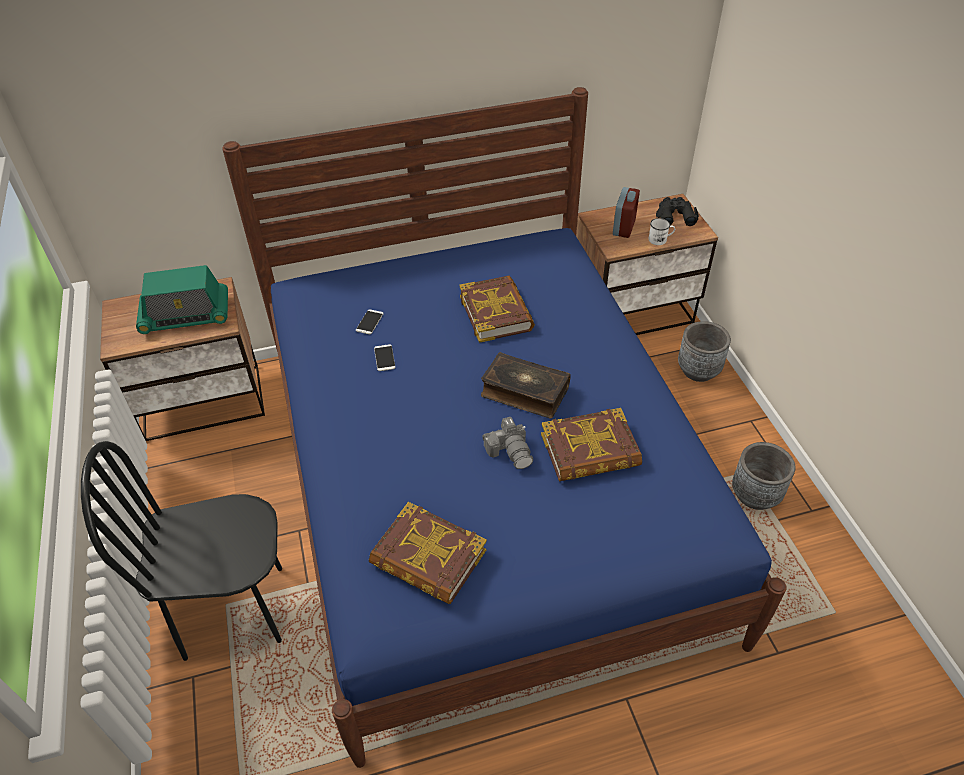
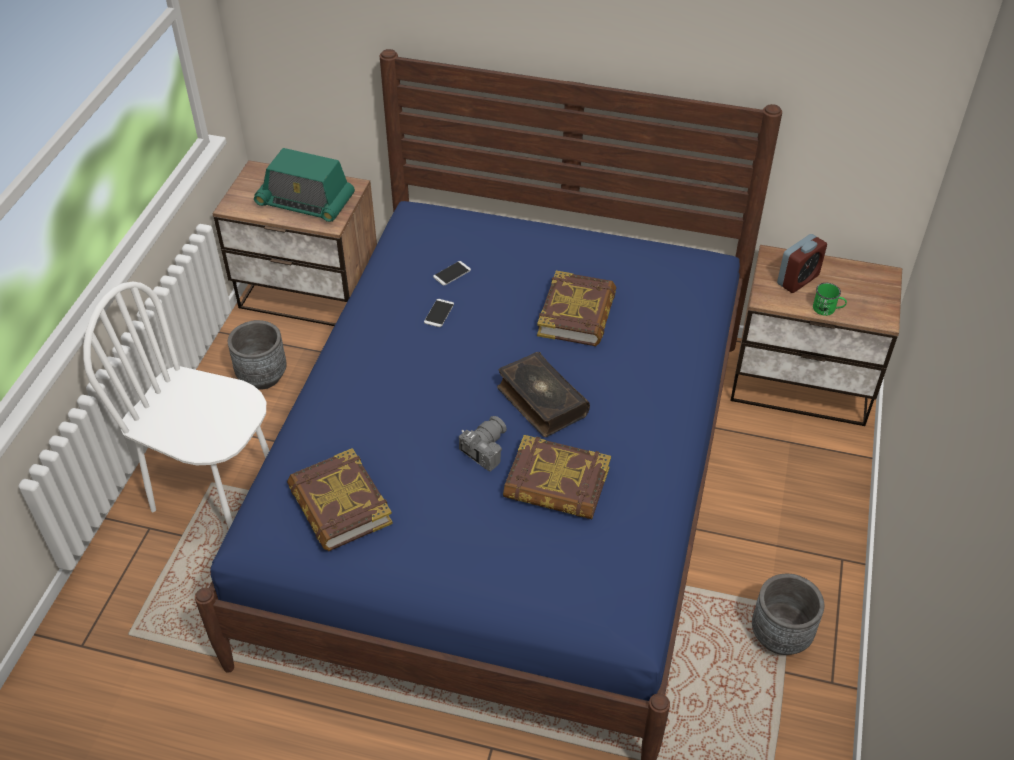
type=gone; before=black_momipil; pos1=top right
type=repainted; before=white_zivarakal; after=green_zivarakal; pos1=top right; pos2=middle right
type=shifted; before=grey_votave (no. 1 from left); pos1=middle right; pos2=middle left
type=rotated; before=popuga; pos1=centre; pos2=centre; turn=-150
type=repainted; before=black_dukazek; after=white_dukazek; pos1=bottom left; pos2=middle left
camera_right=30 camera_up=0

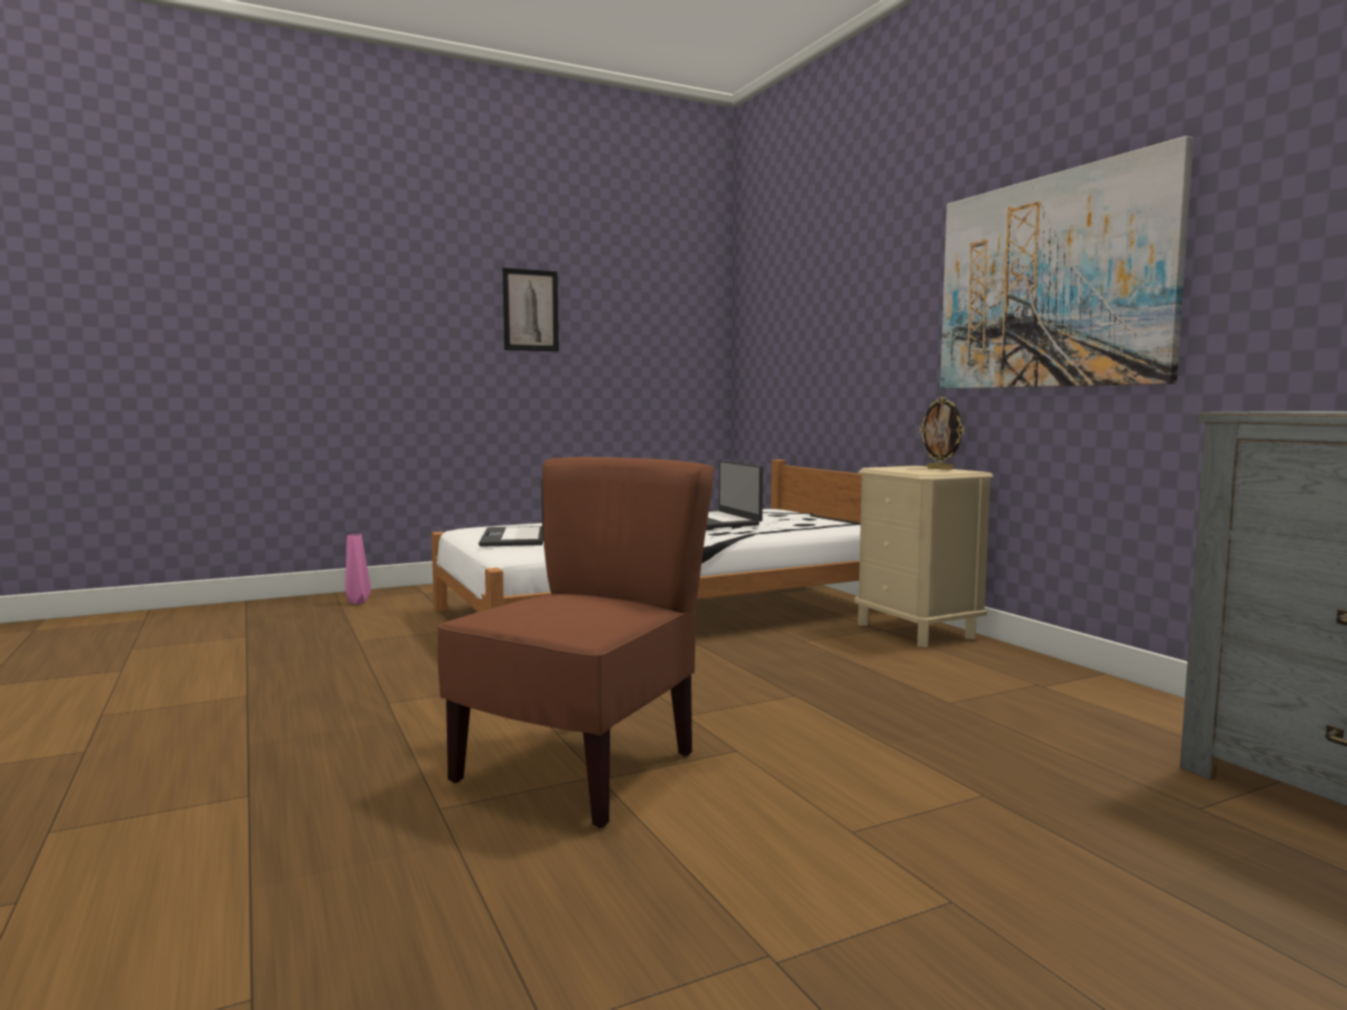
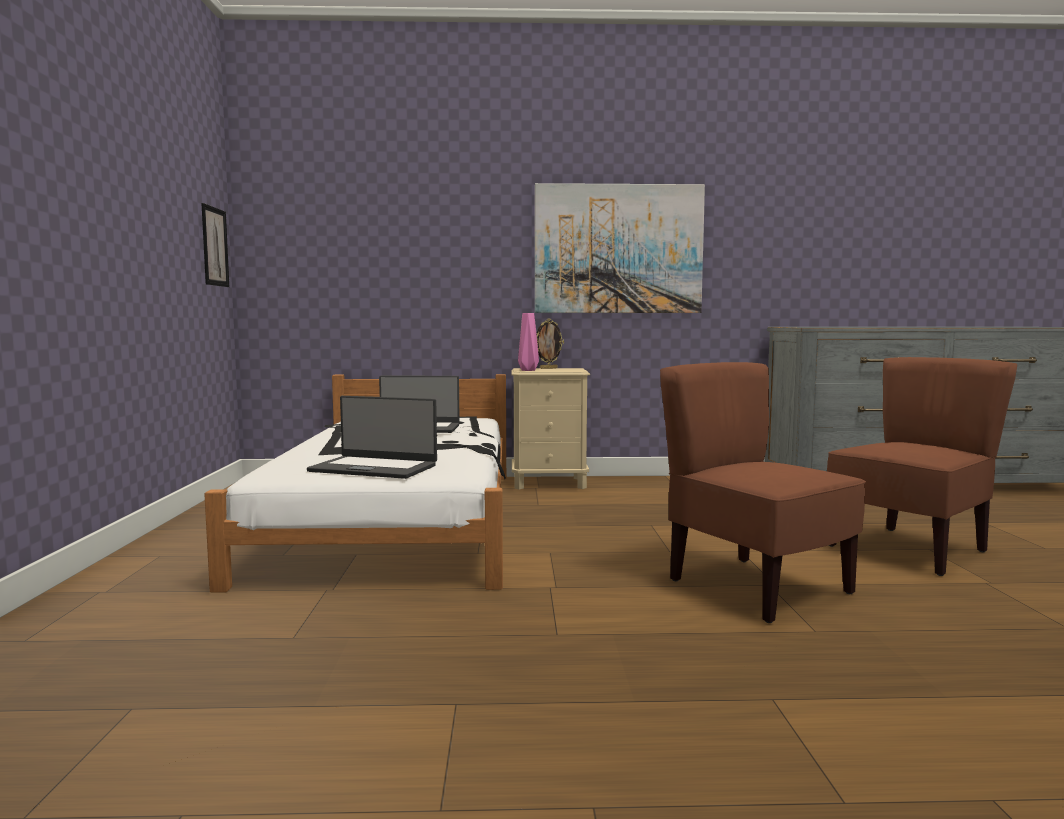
type=shifted; before=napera (no. 1 from left); pos1=top centre; pos2=top left
type=shifted; before=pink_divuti; pos1=middle left; pos2=centre
type=new; after=brown_dukazek (no. 2 from left); pos2=middle right
camera_right=-65 camera_up=0

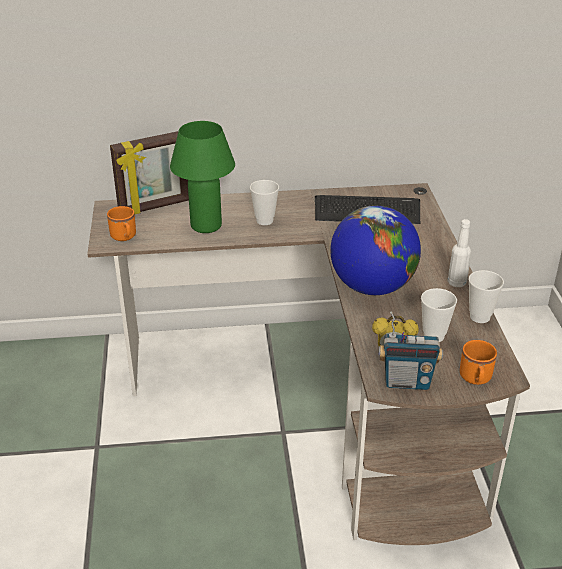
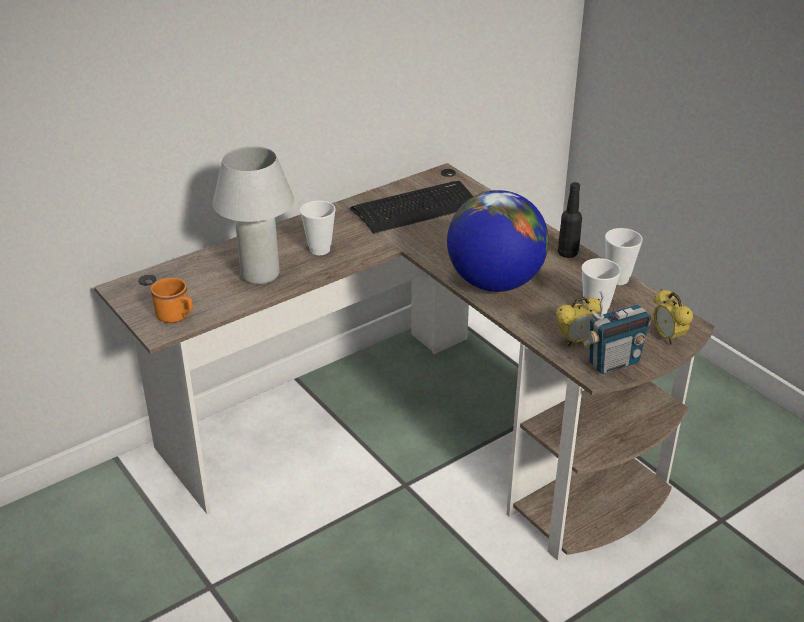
type=repainted; before=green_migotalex; after=white_migotalex; pos1=top centre; pos2=middle left
type=gone; before=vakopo; pos1=top left
type=repainted; before=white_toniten; after=black_toniten; pos1=middle right; pos2=middle right
type=swapped; before=orange_zivarakal (no. 2 from left); after=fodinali (no. 2 from left); pos1=middle right; pos2=middle right
camera_right=-30 camera_up=0

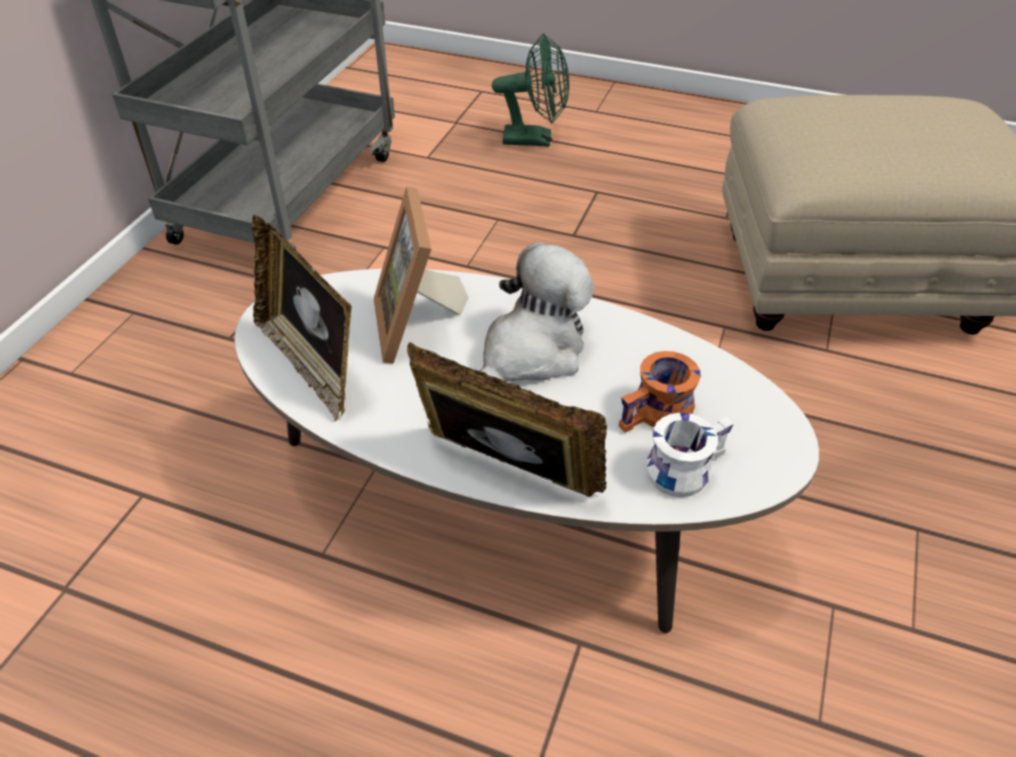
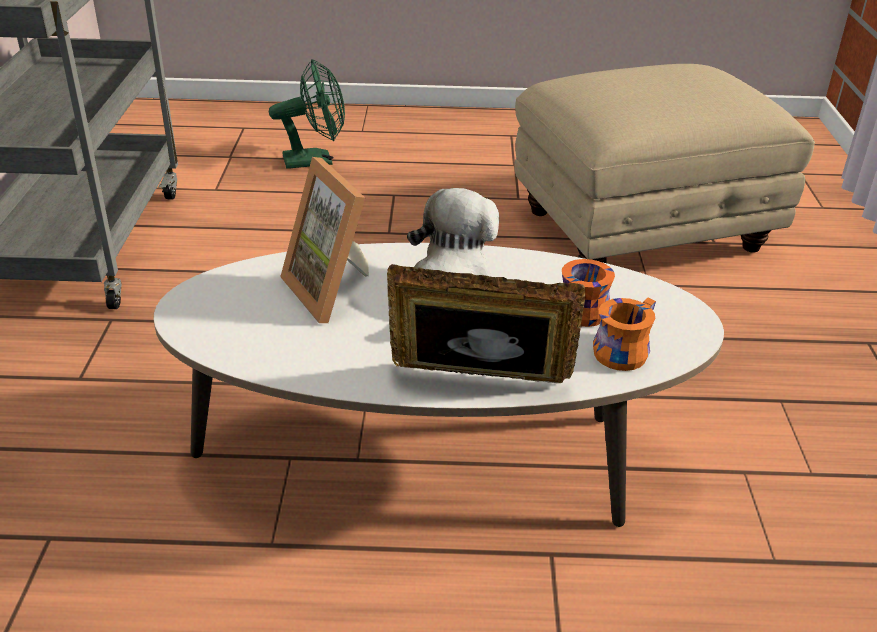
type=gone; before=vakopo (no. 1 from left); pos1=middle left
type=repainted; before=white_zivarakal; after=orange_zivarakal (no. 2 from left); pos1=middle right; pos2=middle right
camera_right=-20 camera_up=-10

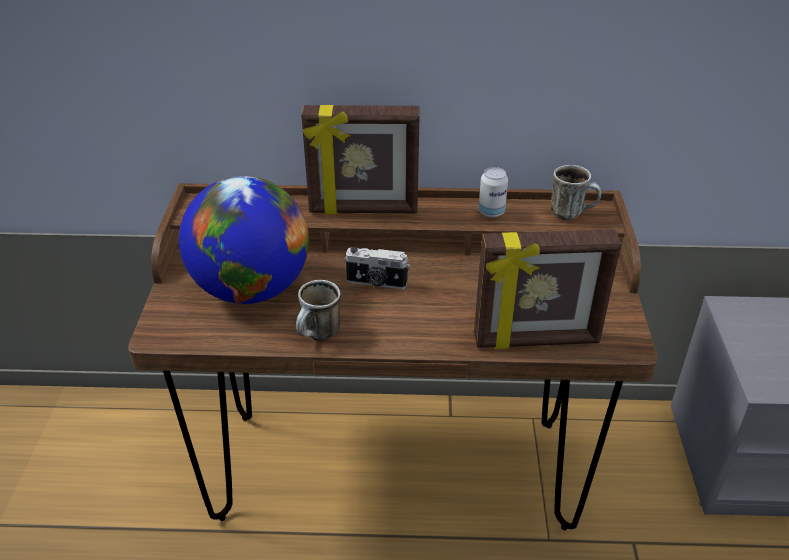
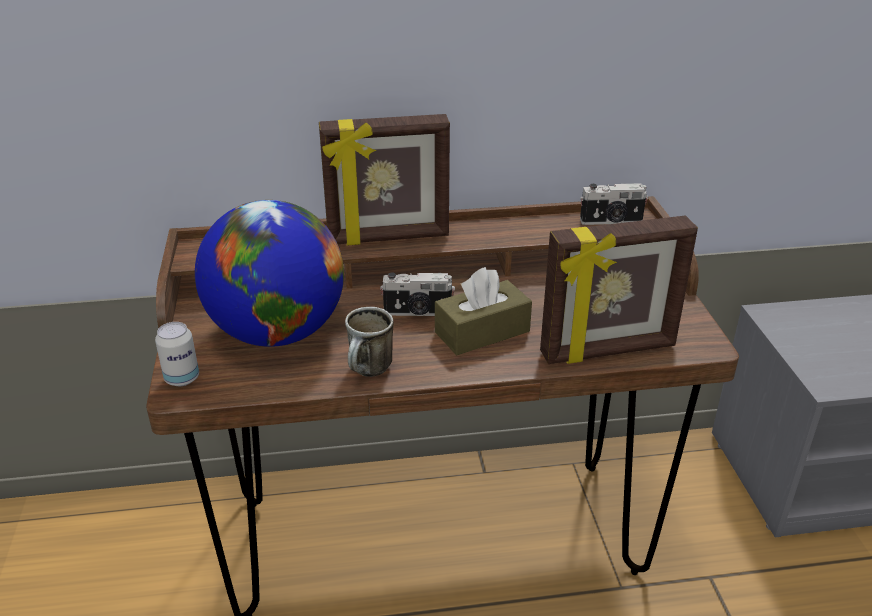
type=swapped; before=zivarakal (no. 2 from left); after=popuga (no. 2 from left); pos1=middle right; pos2=top right
type=shifted; before=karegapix; pos1=centre; pos2=middle left
type=new; after=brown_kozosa; pos2=centre
camera_right=-10 camera_up=-5

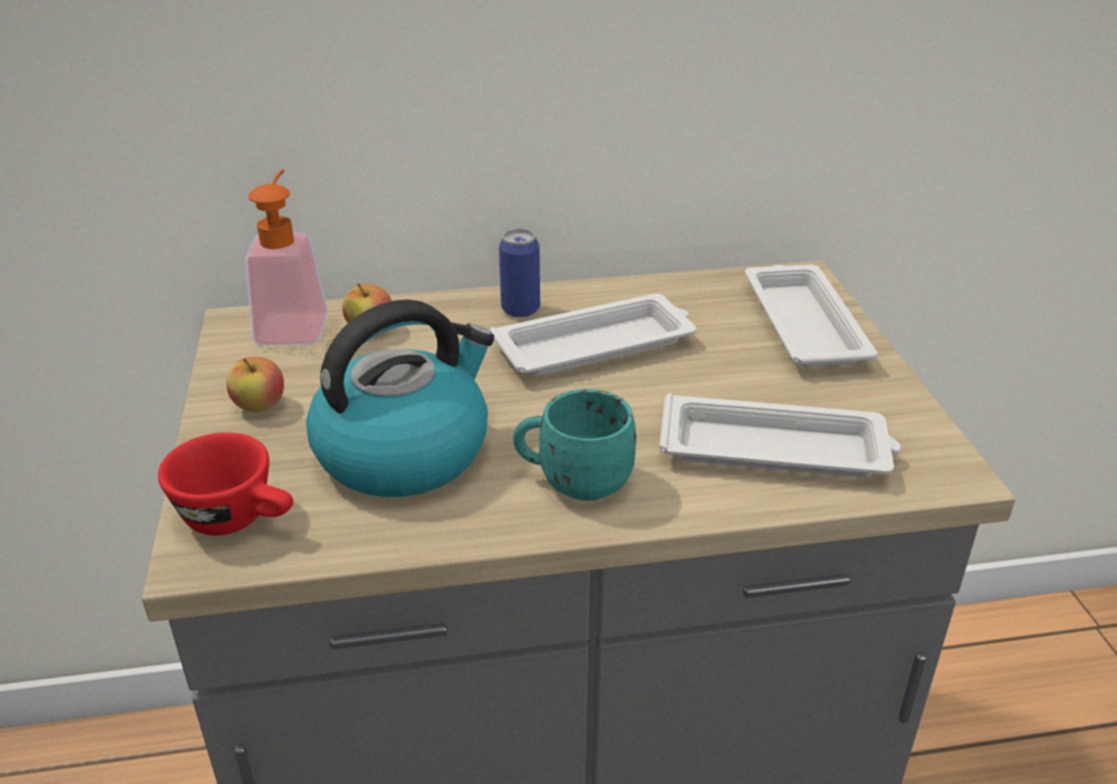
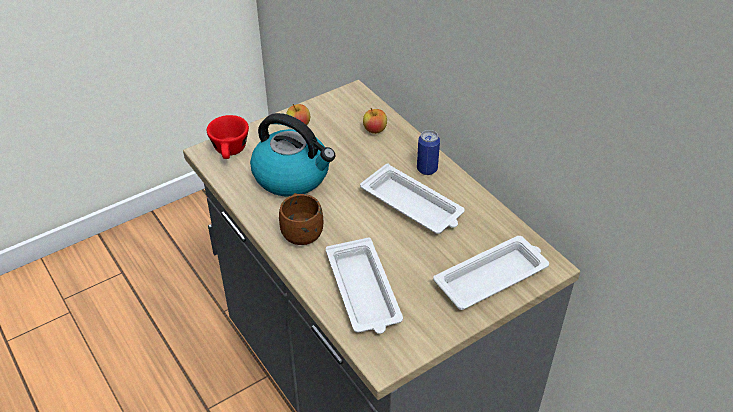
type=gone; before=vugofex; pos1=top left
type=repainted; before=turquoise_zivarakal; after=brown_zivarakal; pos1=centre; pos2=centre
camera_right=65 camera_up=10

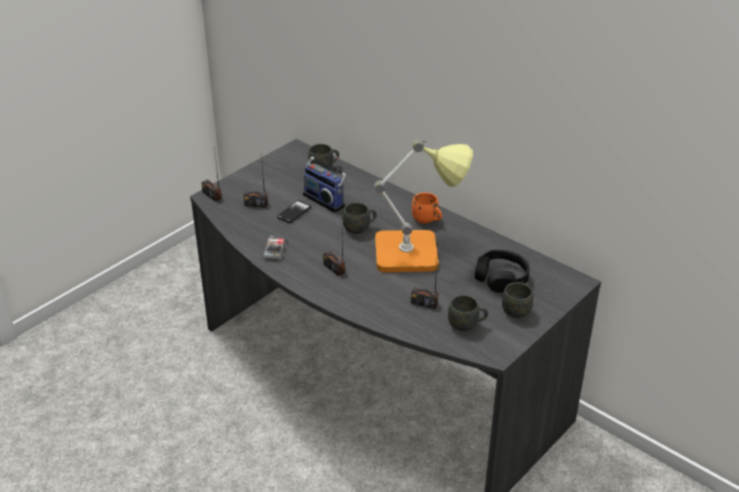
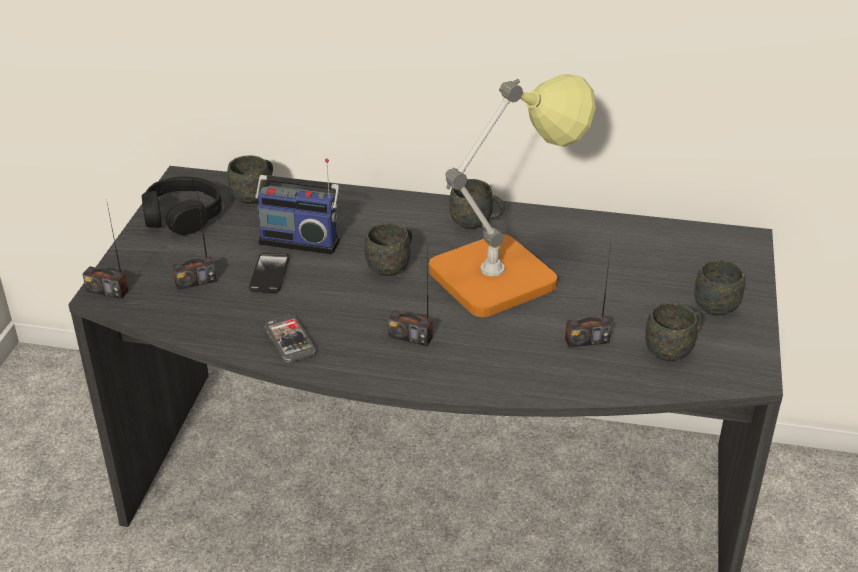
type=repainted; before=orange_zivarakal; after=grey_zivarakal (no. 3 from left); pos1=centre; pos2=centre
type=shifted; before=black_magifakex; pos1=middle right; pos2=middle left
camera_right=-30 camera_up=0

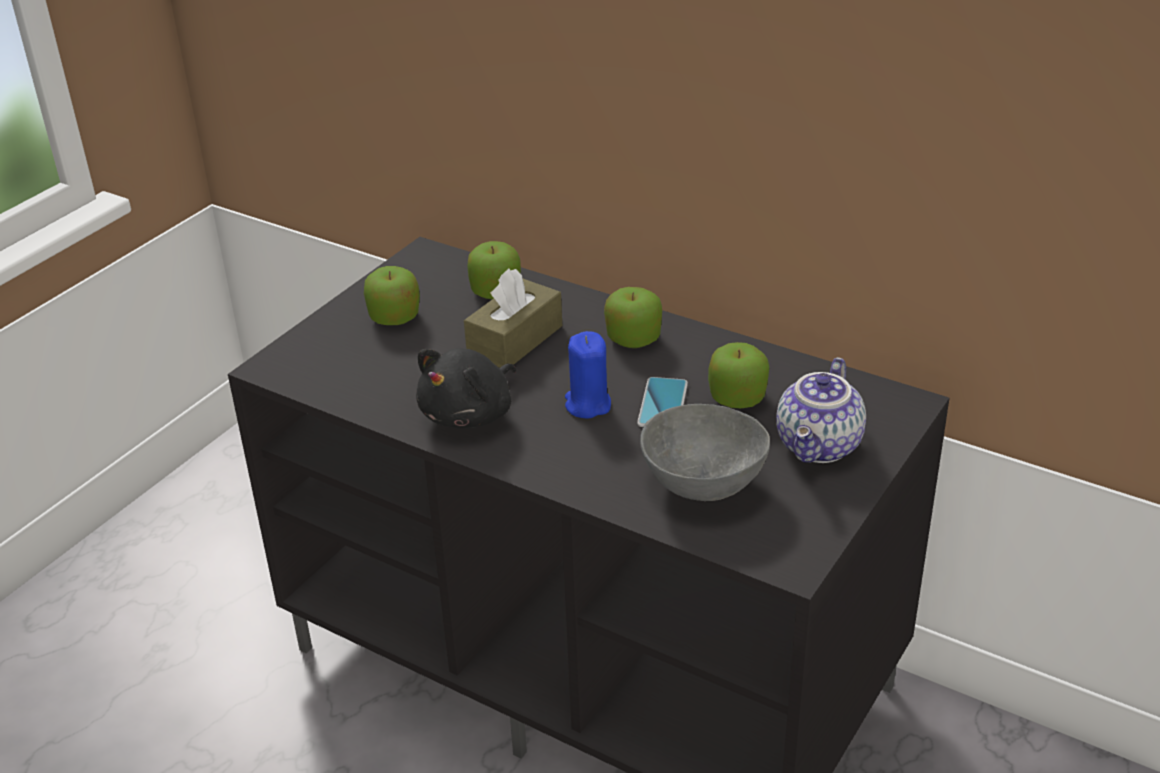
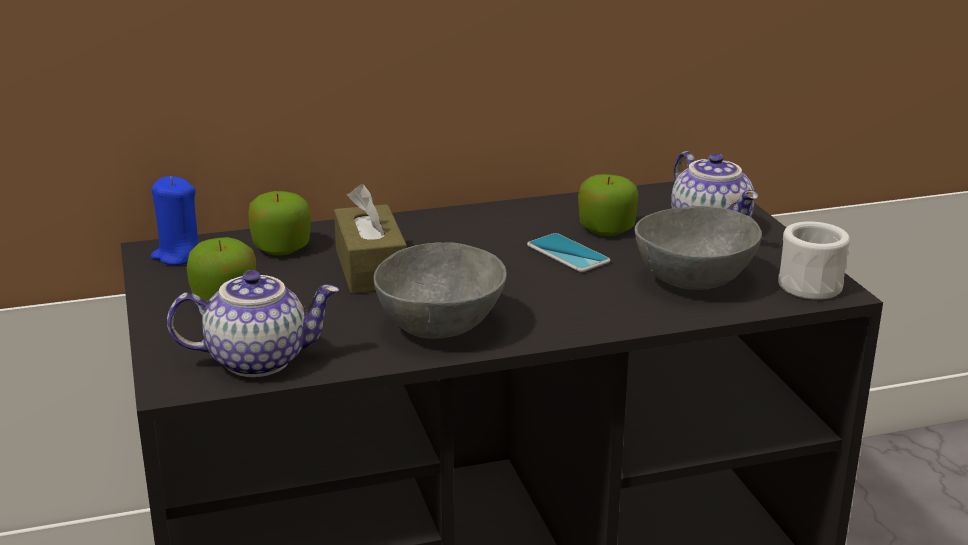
type=gone; before=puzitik (no. 3 from left); pos1=centre
type=shifted; before=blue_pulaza; pos1=centre; pos2=middle left
type=swapped; before=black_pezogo; after=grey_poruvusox (no. 1 from left); pos1=centre; pos2=centre
type=new; after=white_zivarakal; pos2=middle right
type=new; after=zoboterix (no. 1 from left); pos2=middle left
camera_right=-50 camera_up=-10

